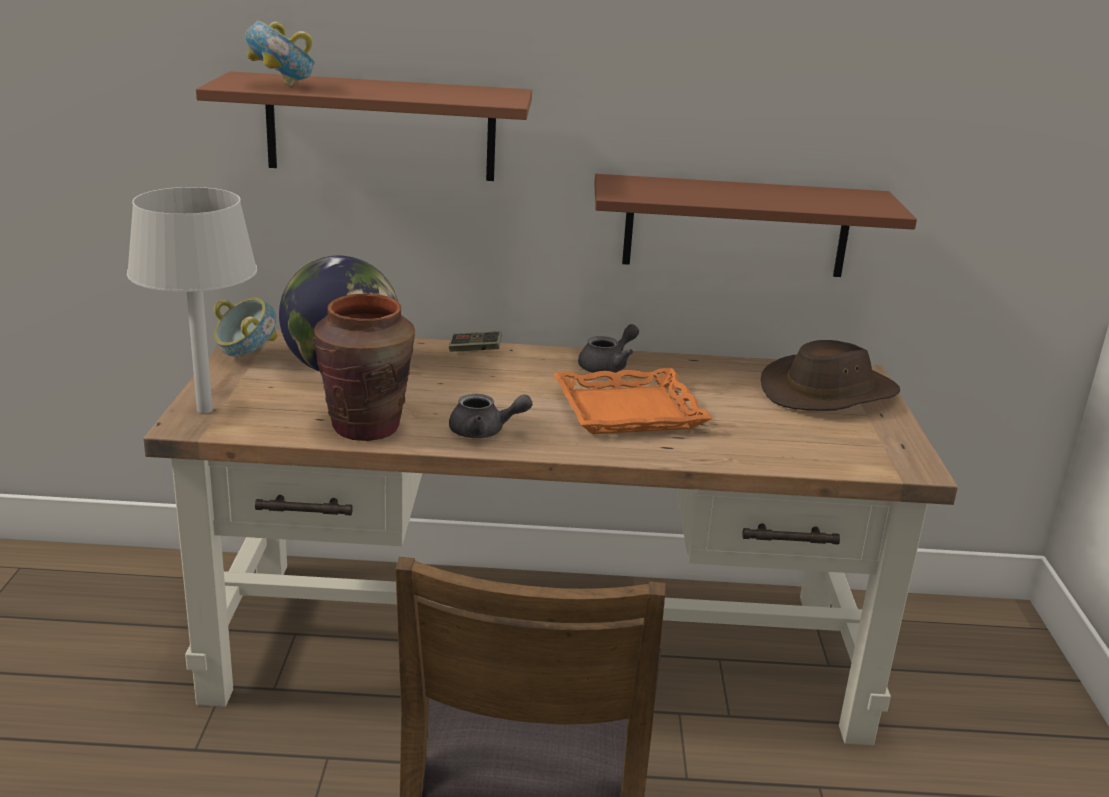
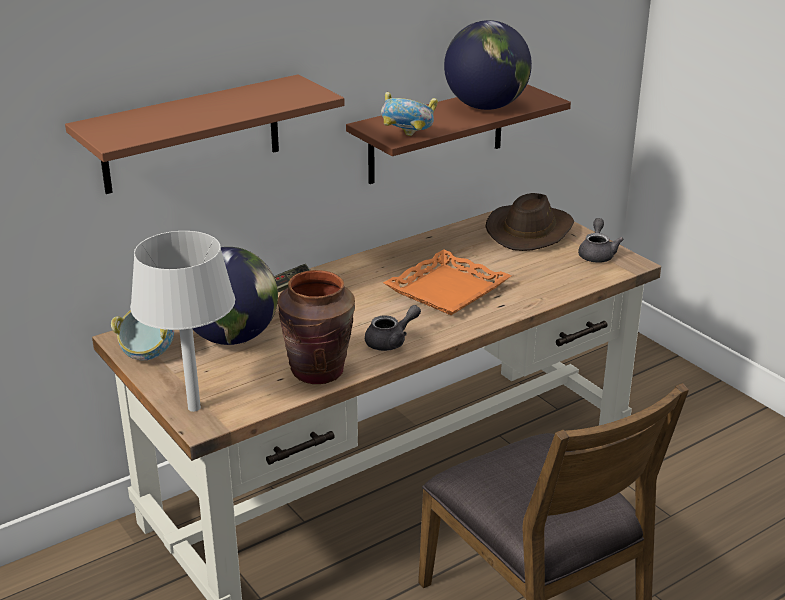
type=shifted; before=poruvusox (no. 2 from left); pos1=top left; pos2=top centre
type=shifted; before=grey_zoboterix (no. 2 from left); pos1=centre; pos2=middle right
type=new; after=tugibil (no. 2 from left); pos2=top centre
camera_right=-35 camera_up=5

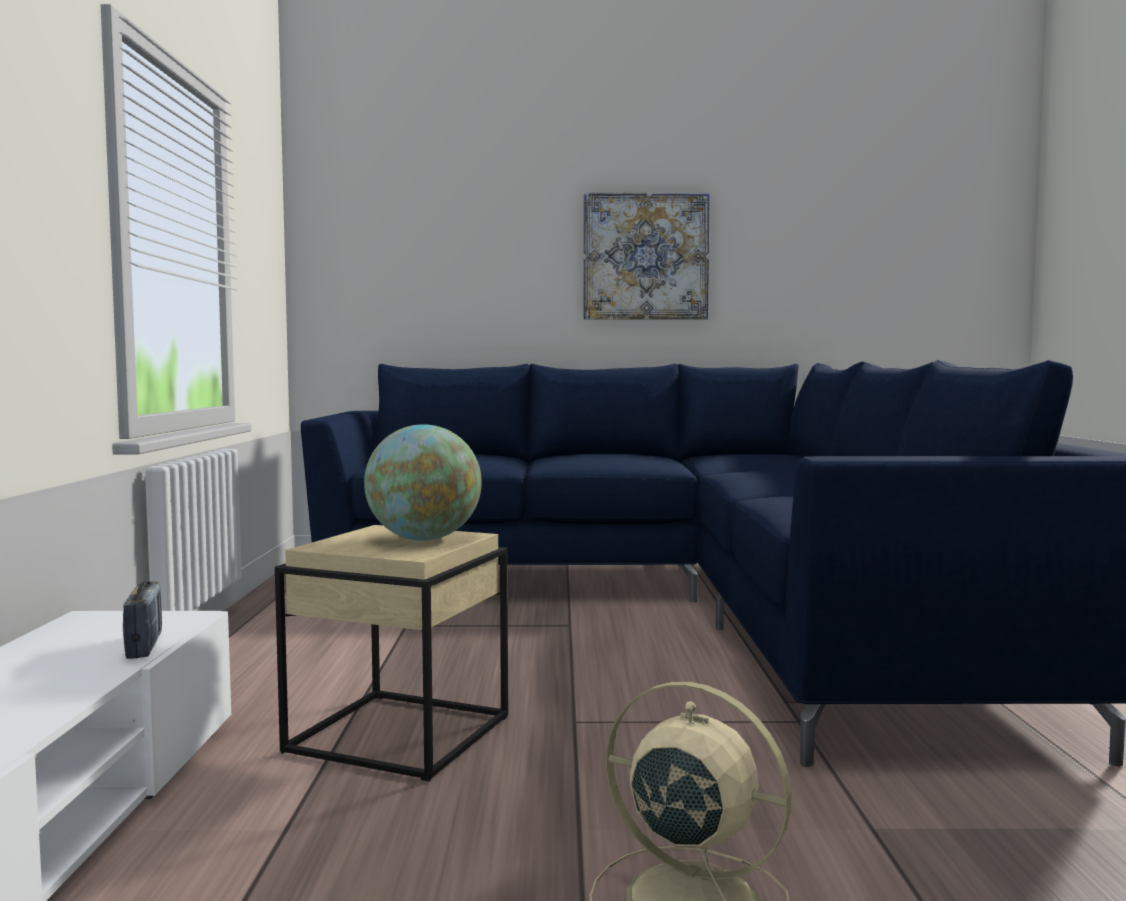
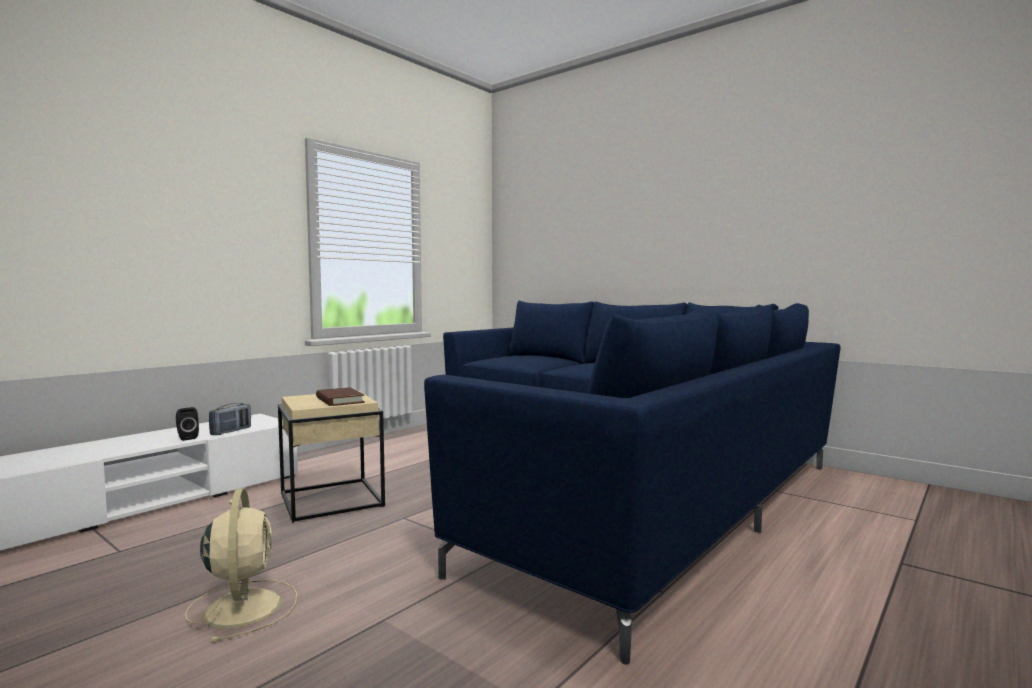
type=gone; before=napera; pos1=top centre
type=swapped; before=tugibil; after=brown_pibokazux; pos1=centre; pos2=middle left
type=new; after=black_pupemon; pos2=middle left
camera_right=40 camera_up=0

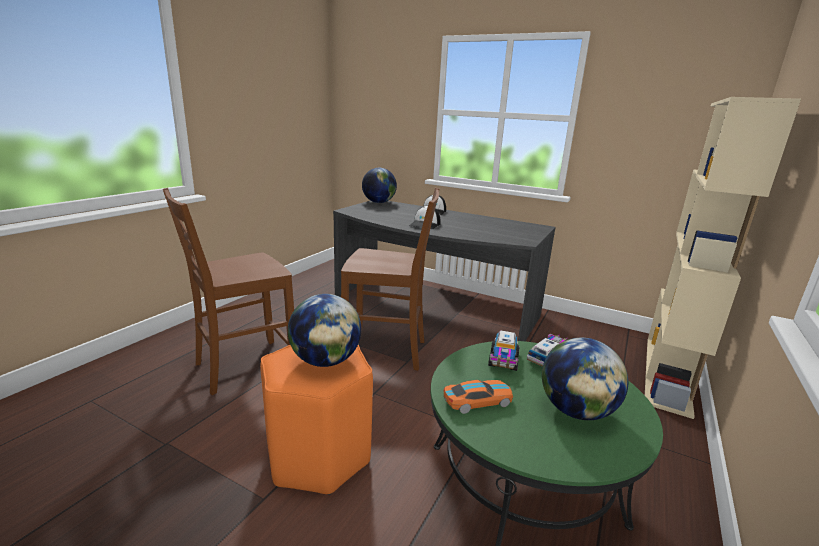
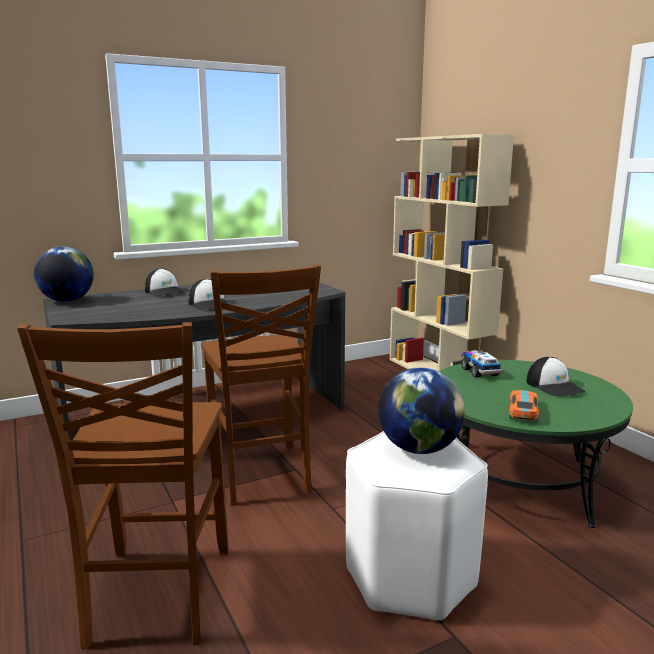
type=rotated; before=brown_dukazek (no. 2 from left); pos1=centre; pos2=centre; turn=120
type=gone; before=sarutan (no. 1 from left); pos1=centre
type=swapped; before=tugibil (no. 3 from left); after=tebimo (no. 3 from left); pos1=bottom right; pos2=middle right
type=repainted; before=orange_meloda; after=white_meloda; pos1=bottom centre; pos2=bottom centre
camera_right=-55 camera_up=-5

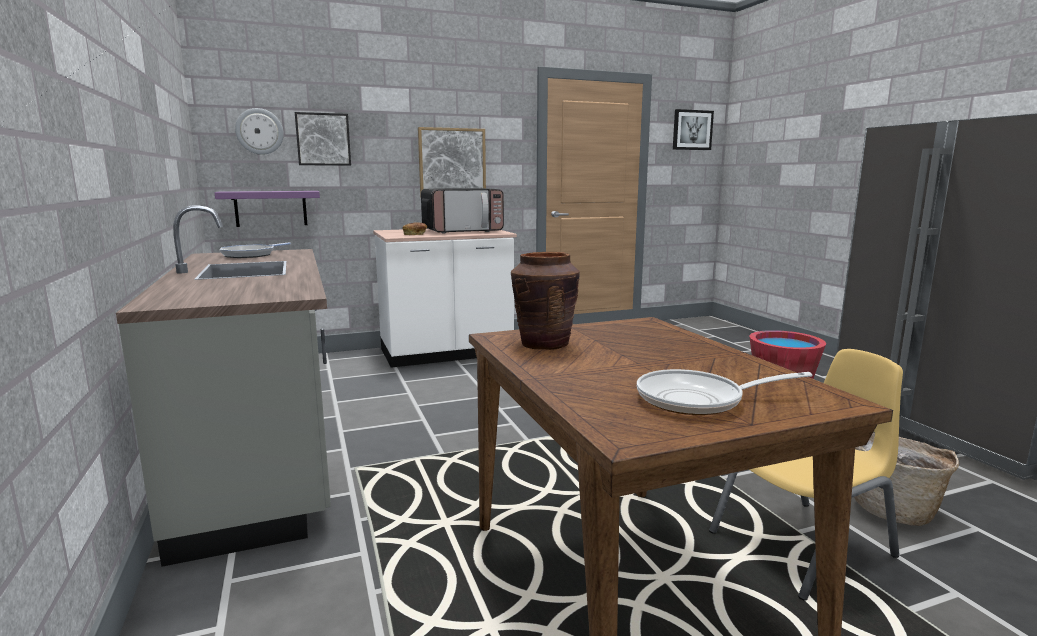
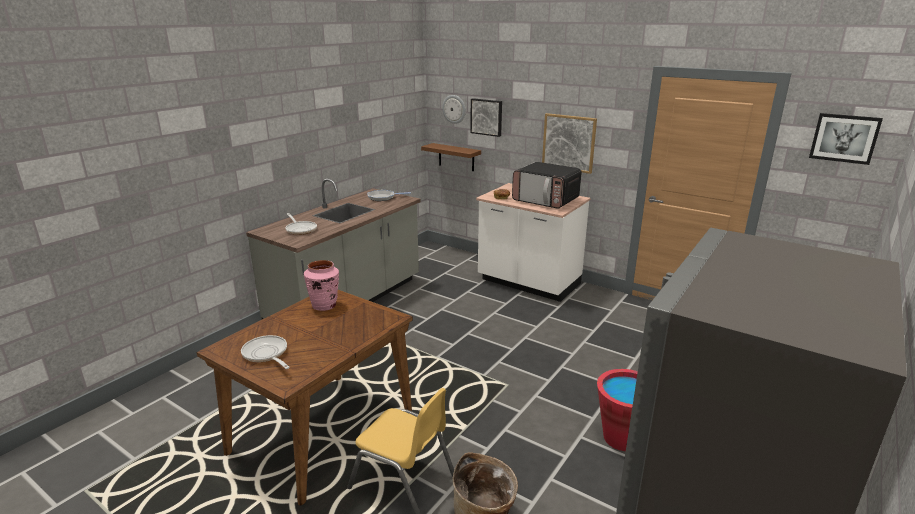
type=repainted; before=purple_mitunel; after=brown_mitunel; pos1=top left; pos2=top centre
type=repainted; before=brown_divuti; after=pink_divuti; pos1=centre; pos2=centre
type=new; after=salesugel (no. 2 from left); pos2=middle left
camera_right=55 camera_up=10

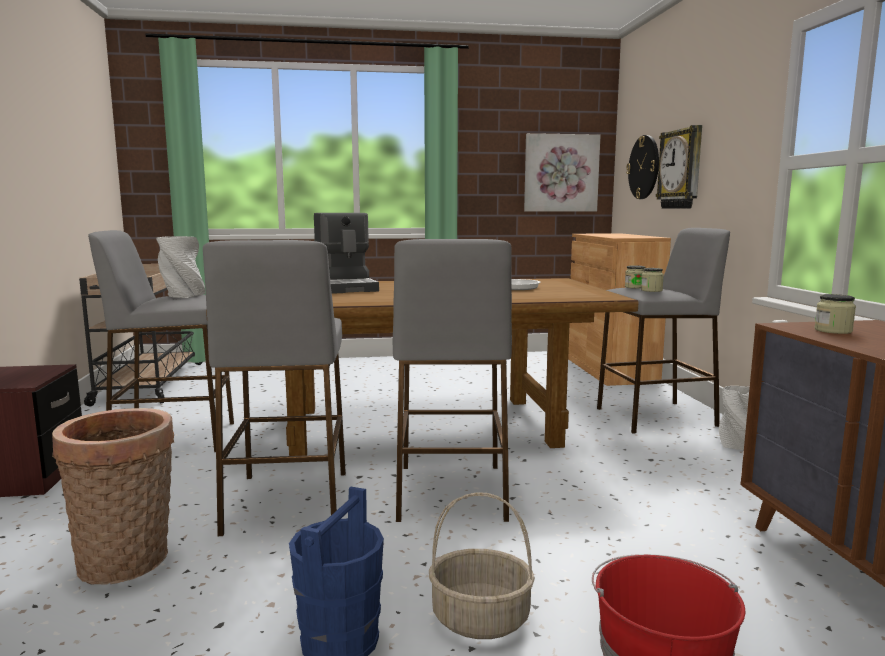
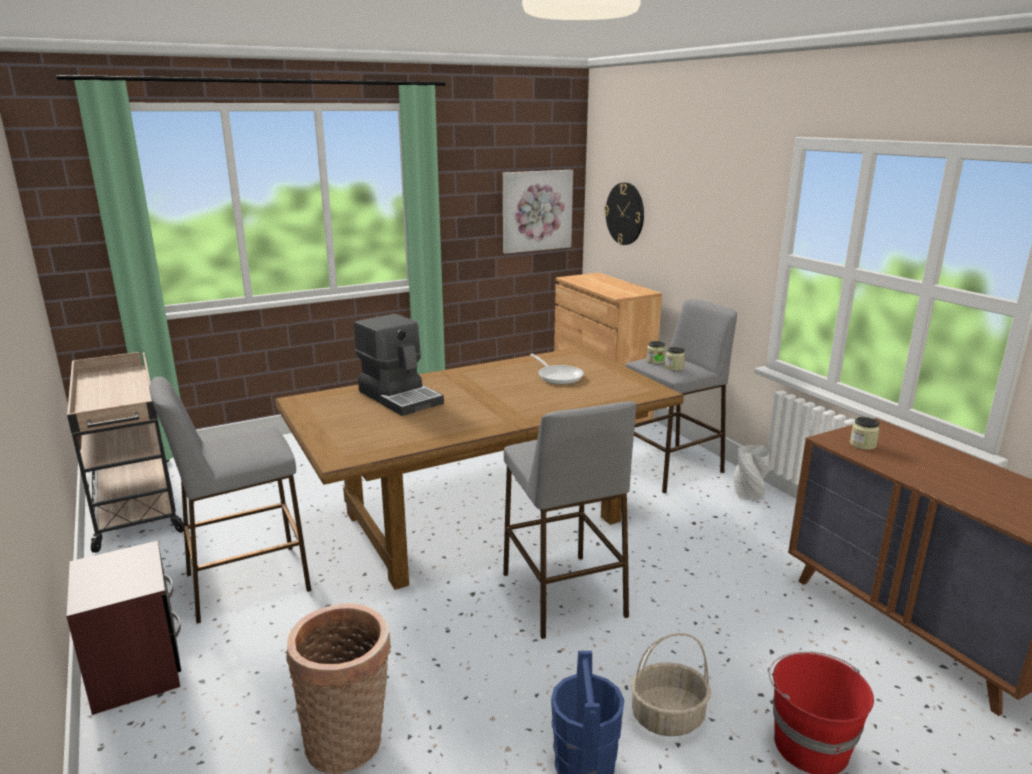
type=gone; before=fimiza (no. 2 from left); pos1=top right
type=gone; before=grey_divuti (no. 1 from left); pos1=middle left
type=gone; before=grey_meloda (no. 2 from left); pos1=middle left
camera_right=-20 camera_up=10

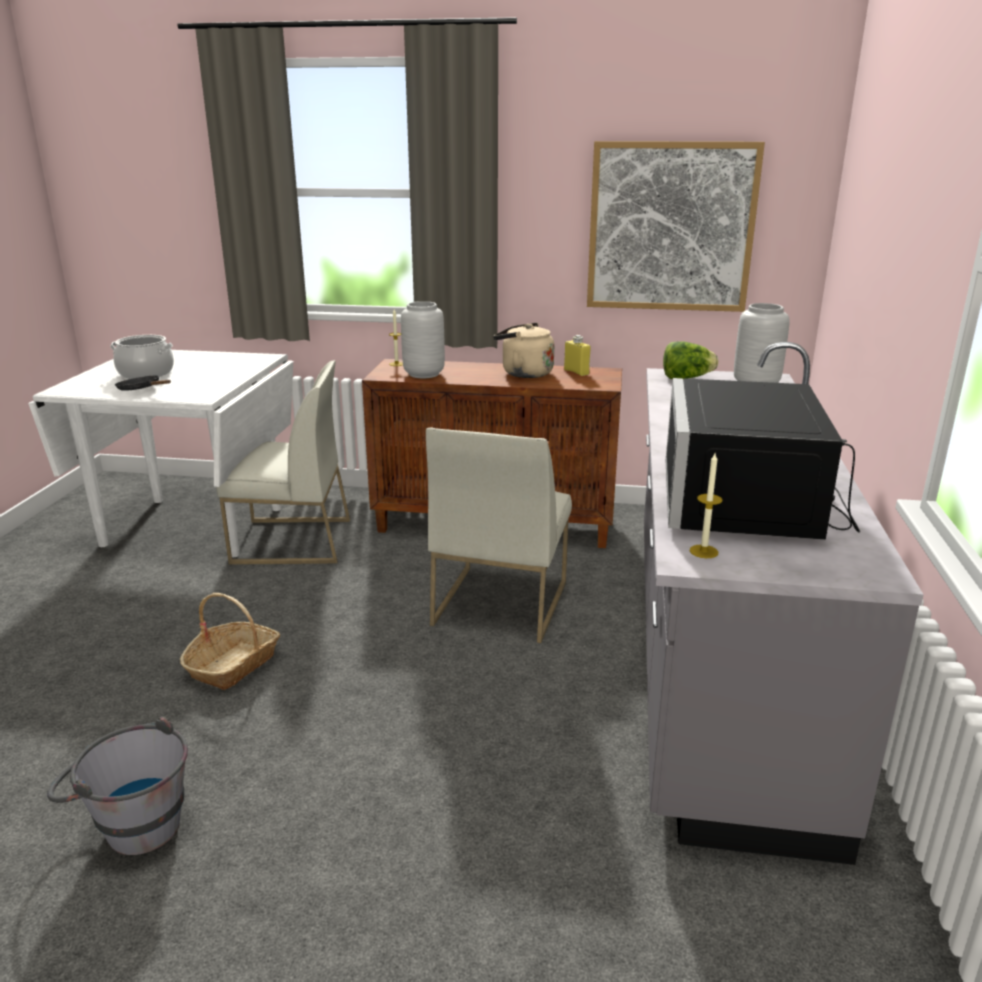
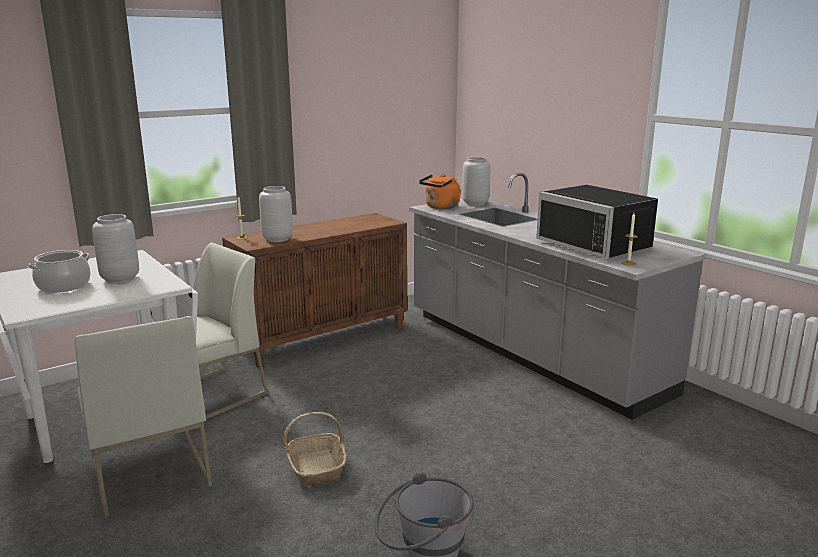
type=gone; before=napera; pos1=top right
type=gone; before=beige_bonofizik; pos1=centre
type=gone; before=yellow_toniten; pos1=centre
type=swapped; before=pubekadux; after=orange_bonofizik; pos1=middle right; pos2=centre
type=gone; before=black_salesugel; pos1=middle left
type=shifted; before=white_dukazek (no. 2 from left in the first image); after=white_dukazek (no. 1 from left); pos1=centre; pos2=bottom left
type=new; after=grey_divuti (no. 1 from left); pos2=middle left
camera_right=-45 camera_up=-5

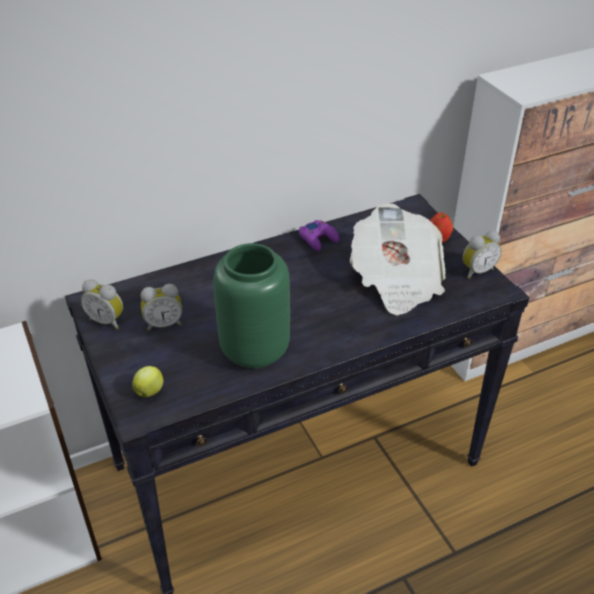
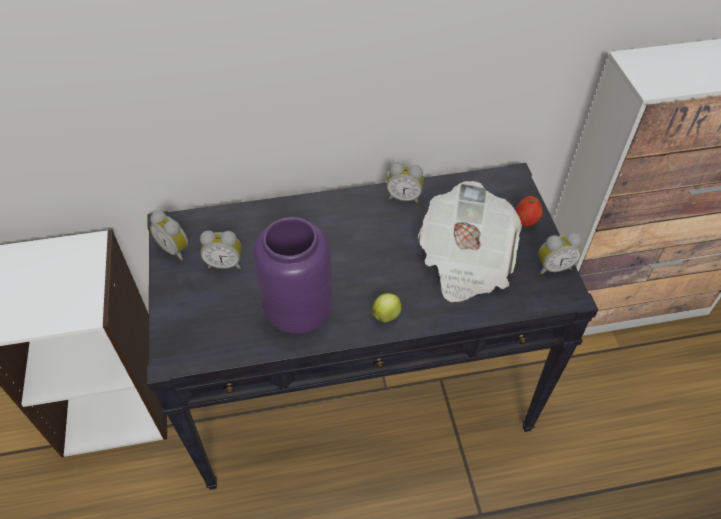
type=swapped; before=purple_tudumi; after=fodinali (no. 3 from left); pos1=centre; pos2=centre
type=repainted; before=green_divuti; after=purple_divuti; pos1=centre; pos2=centre
type=shifted; before=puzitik (no. 1 from left); pos1=middle left; pos2=centre
camera_right=15 camera_up=10

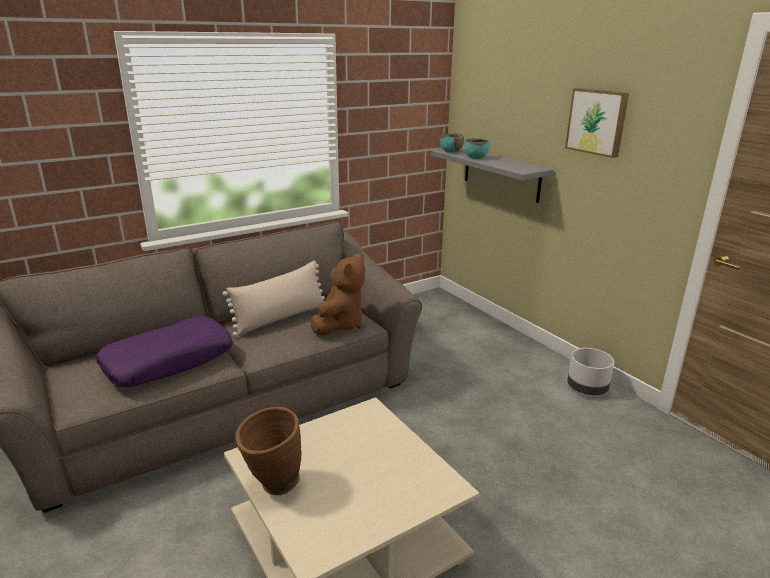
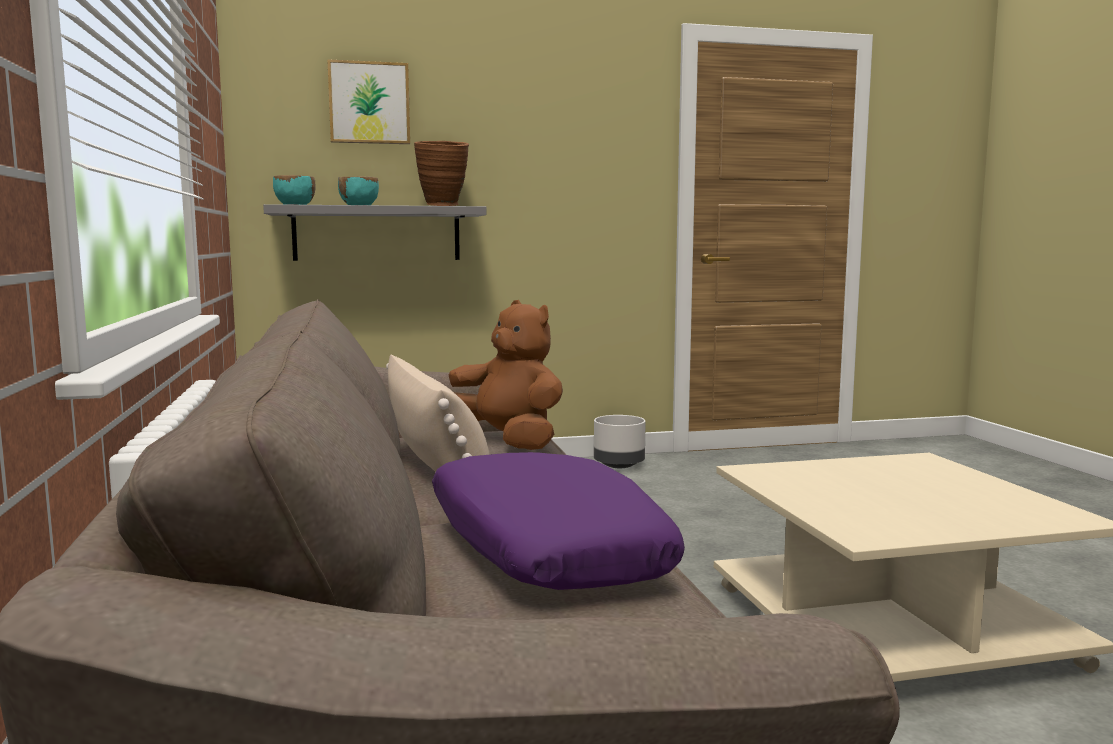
type=shifted; before=napera; pos1=top right; pos2=top left
type=shifted; before=brown_divuti; pos1=bottom centre; pos2=top centre
camera_right=-70 camera_up=-15

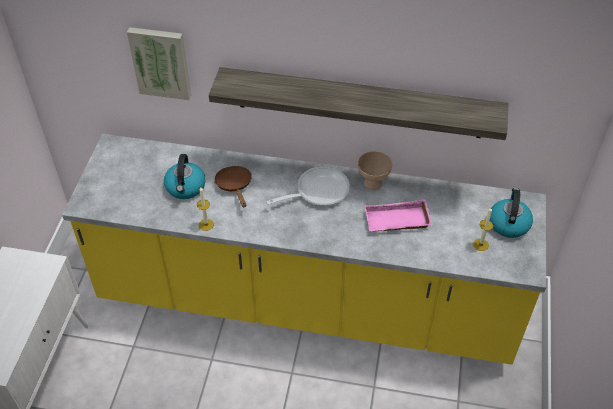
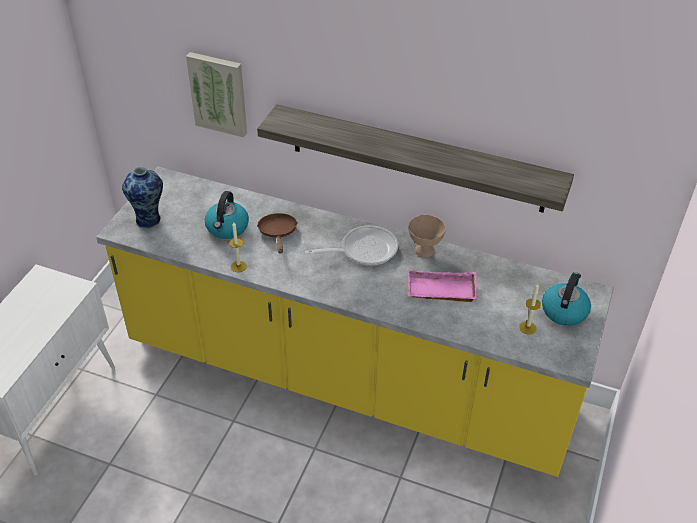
type=new; after=divuti; pos2=middle left
camera_right=10 camera_up=-5

